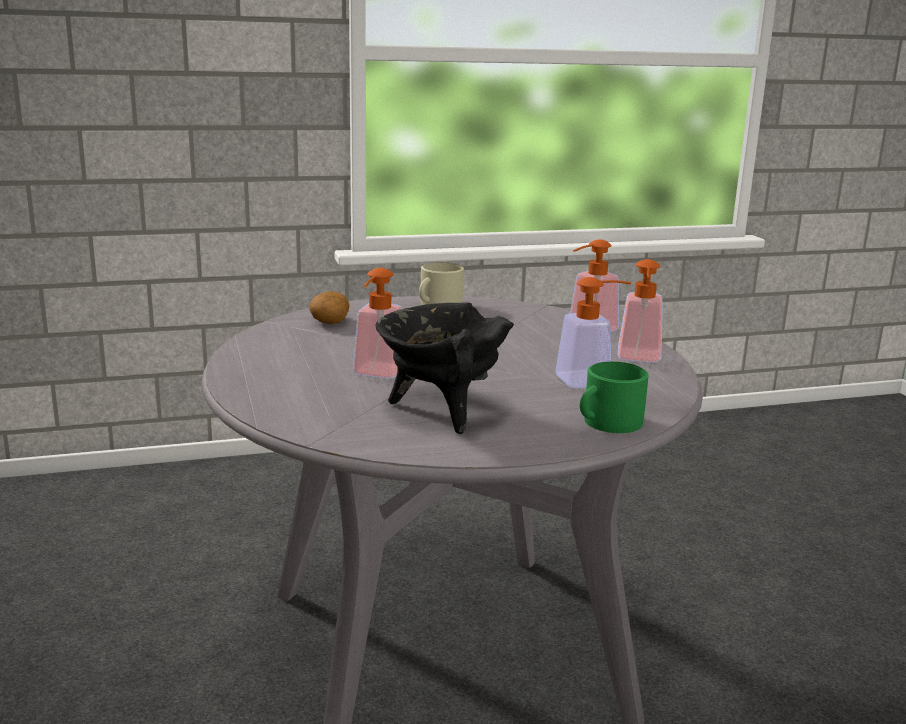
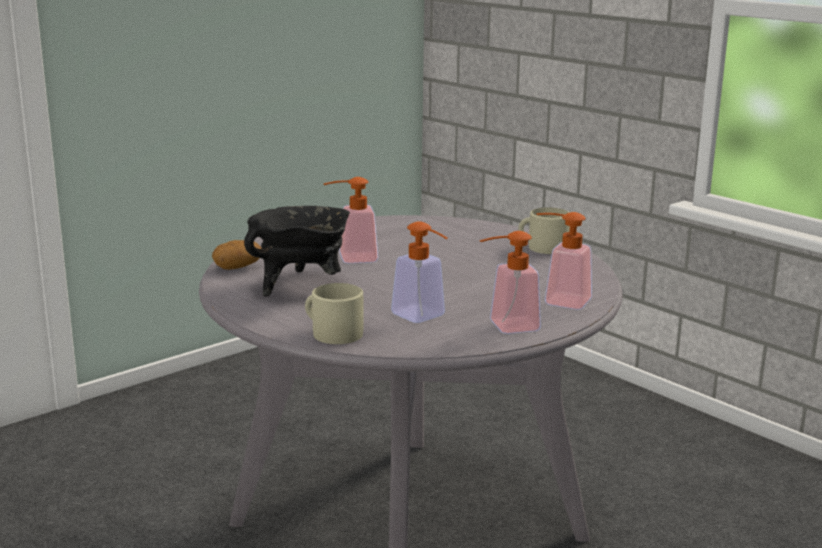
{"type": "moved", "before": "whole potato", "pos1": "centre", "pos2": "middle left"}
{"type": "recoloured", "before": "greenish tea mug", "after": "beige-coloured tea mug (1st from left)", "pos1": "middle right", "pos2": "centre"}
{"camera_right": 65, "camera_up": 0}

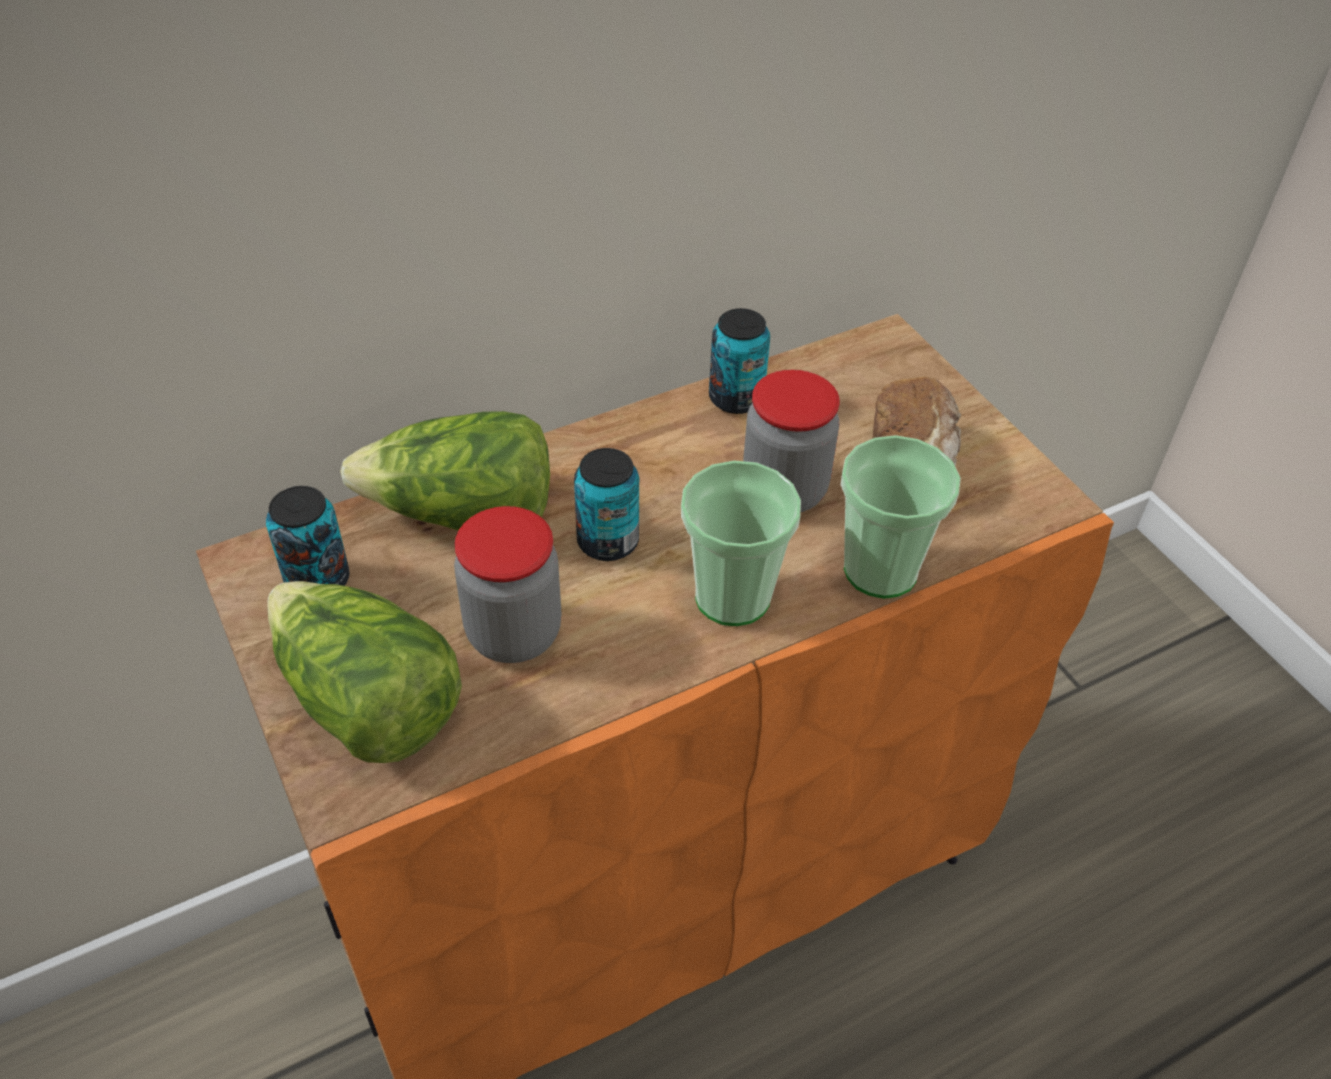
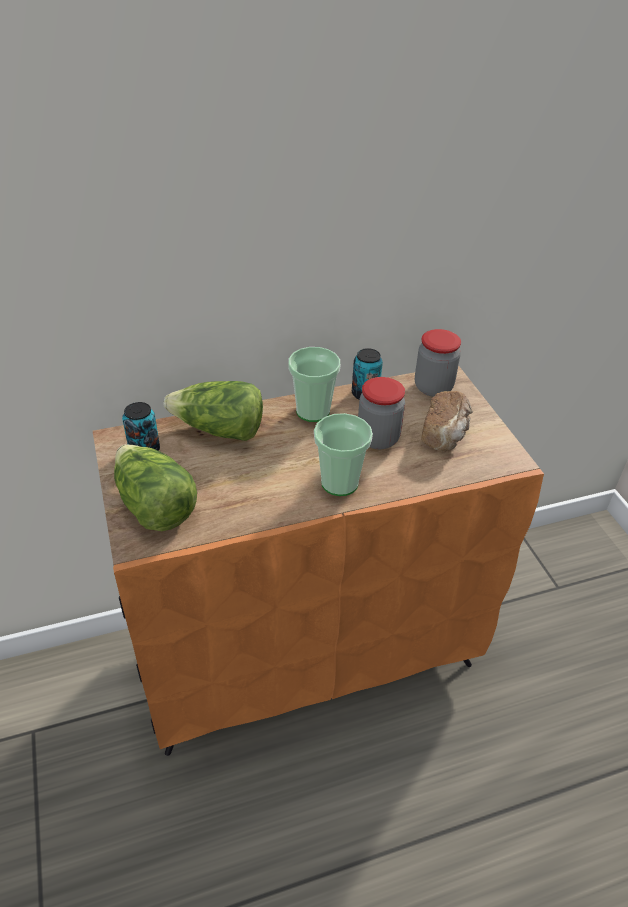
{"type": "moved", "before": "small cup (2nd from left in the first image)", "after": "small cup (1st from left)", "pos1": "middle right", "pos2": "centre"}
{"type": "removed", "before": "sealed can (2nd from left)", "pos1": "centre"}
{"type": "moved", "before": "preserve jar (1st from left in the first image)", "after": "preserve jar (2nd from left)", "pos1": "centre", "pos2": "middle right"}
{"camera_right": 10, "camera_up": -5}

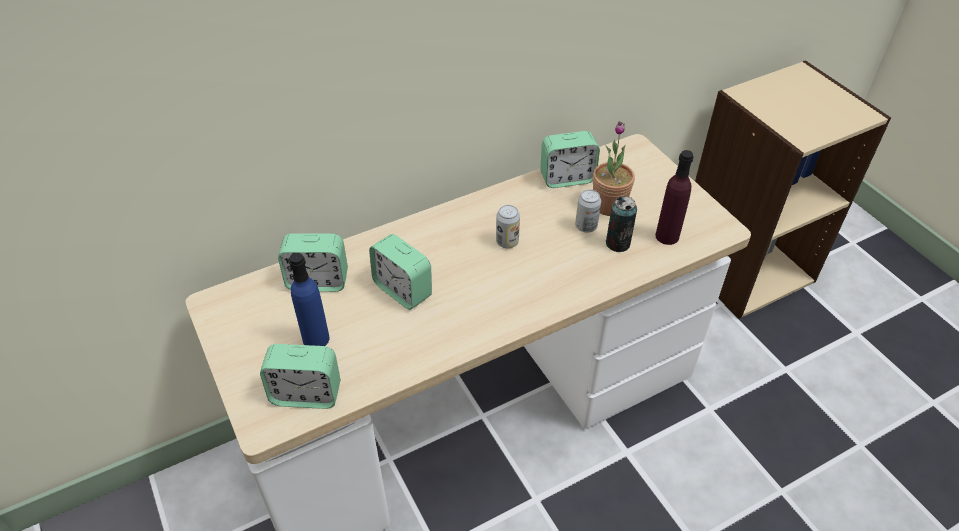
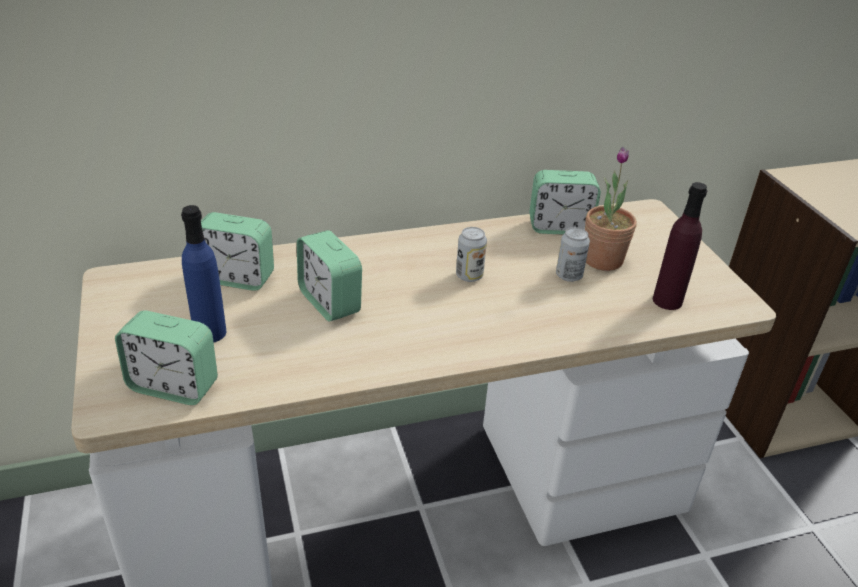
{"type": "removed", "before": "sealed can (3rd from left)", "pos1": "centre"}
{"camera_right": 10, "camera_up": -10}

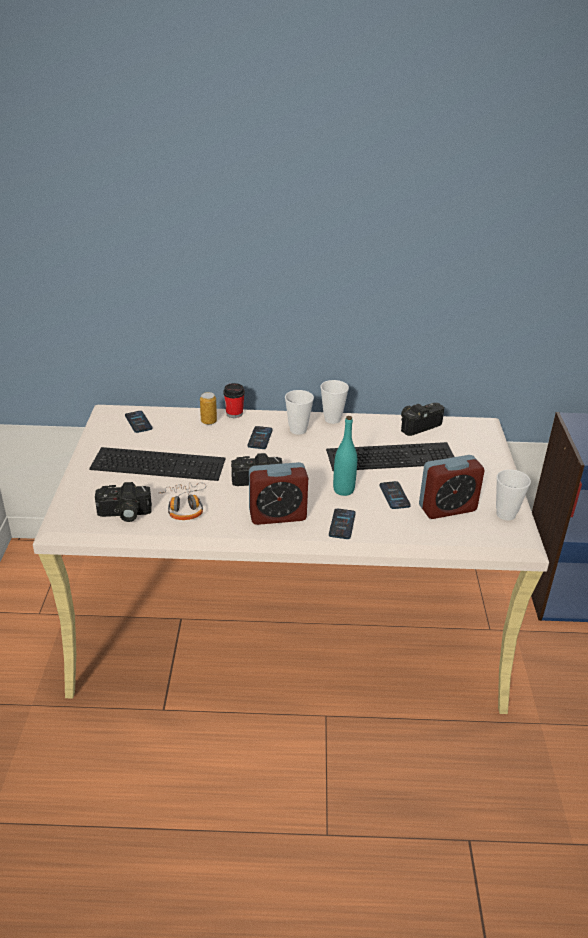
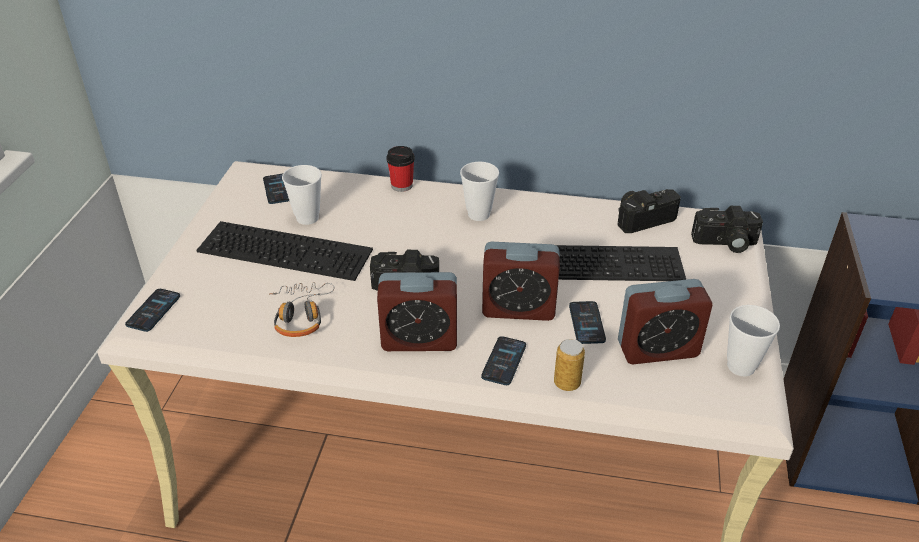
{"type": "moved", "before": "small cup (3rd from left in the first image)", "after": "small cup (1st from left)", "pos1": "centre", "pos2": "middle left"}
{"type": "moved", "before": "sealed can", "pos1": "centre", "pos2": "bottom centre"}
{"type": "replaced", "before": "turquoise-coloured drink bottle", "after": "alarm clock (2nd from left)", "pos1": "centre", "pos2": "centre"}
{"type": "moved", "before": "phone (2nd from left in the first image)", "after": "phone (1st from left)", "pos1": "centre", "pos2": "middle left"}
{"type": "moved", "before": "still camera (1st from left in the first image)", "after": "still camera (3rd from left)", "pos1": "middle left", "pos2": "middle right"}
{"camera_right": 10, "camera_up": 5}

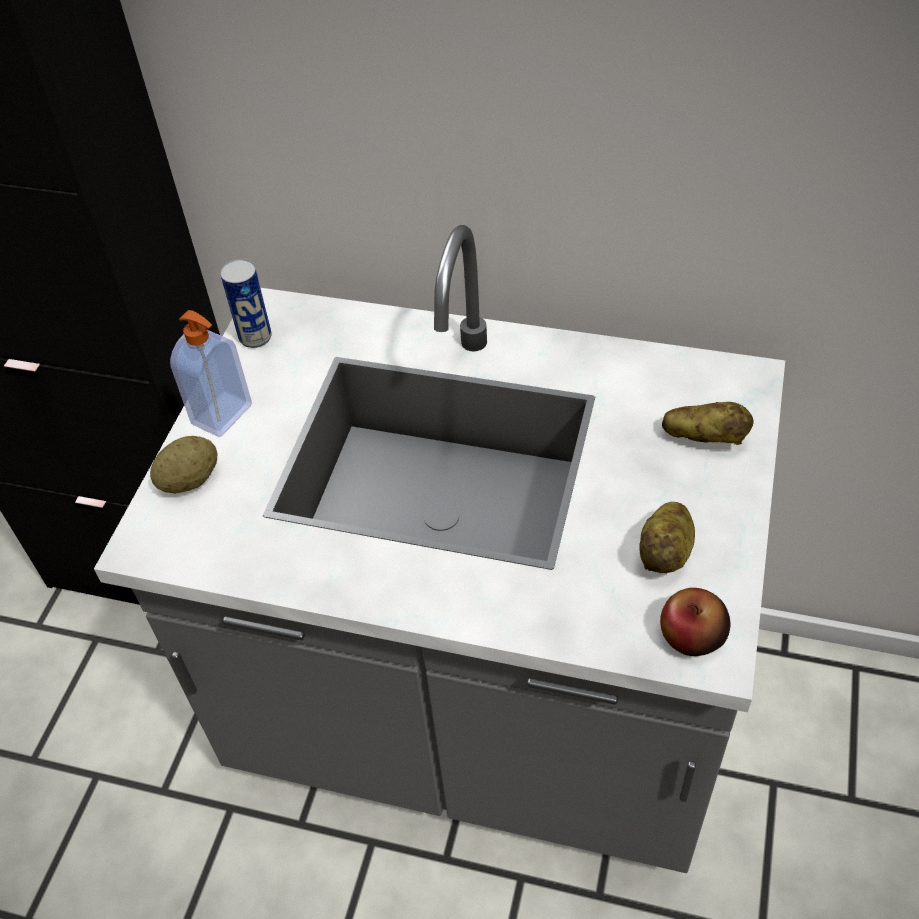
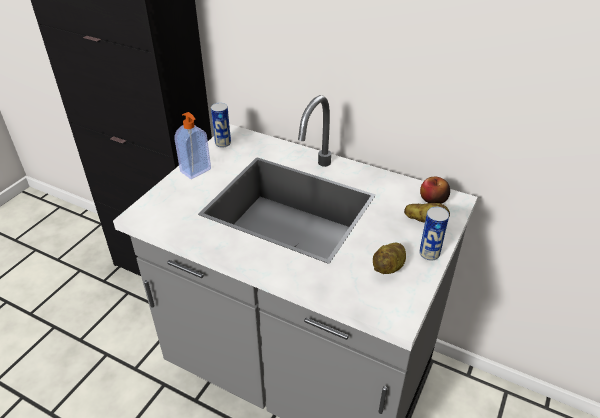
{"type": "removed", "before": "whole potato (1st from left)", "pos1": "middle left"}
{"type": "moved", "before": "whole apple", "pos1": "bottom right", "pos2": "middle right"}
{"type": "added", "after": "sealed can (2nd from left)", "pos2": "middle right"}
{"camera_right": 10, "camera_up": -10}

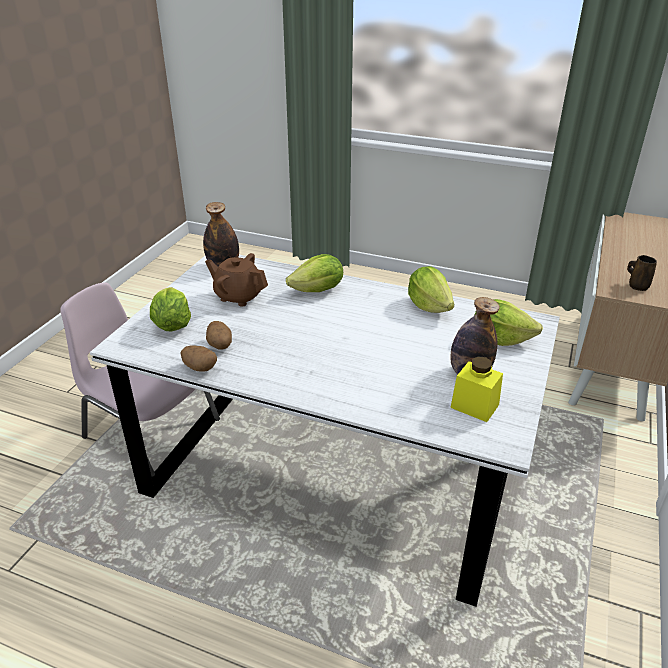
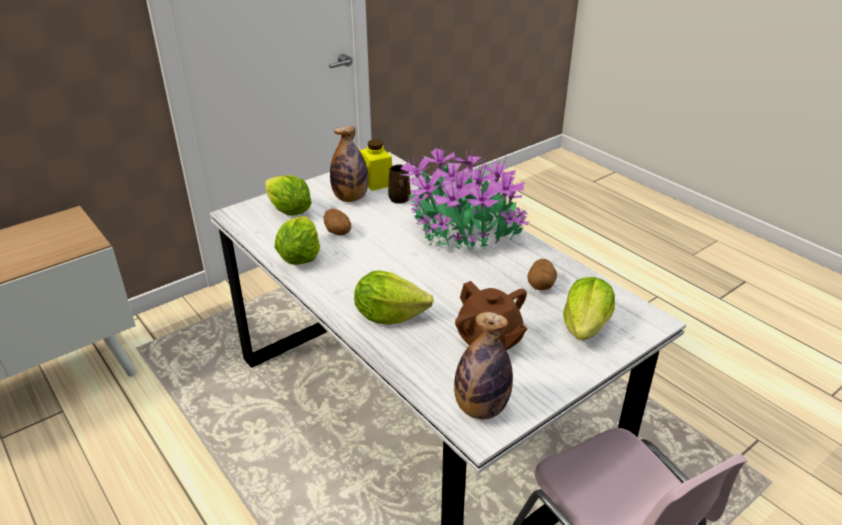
{"type": "moved", "before": "brownish tea mug", "pos1": "middle right", "pos2": "centre"}
{"type": "moved", "before": "whole potato (1st from left)", "pos1": "middle left", "pos2": "centre"}
{"type": "added", "after": "houseplant", "pos2": "centre"}
{"camera_right": -150, "camera_up": 0}

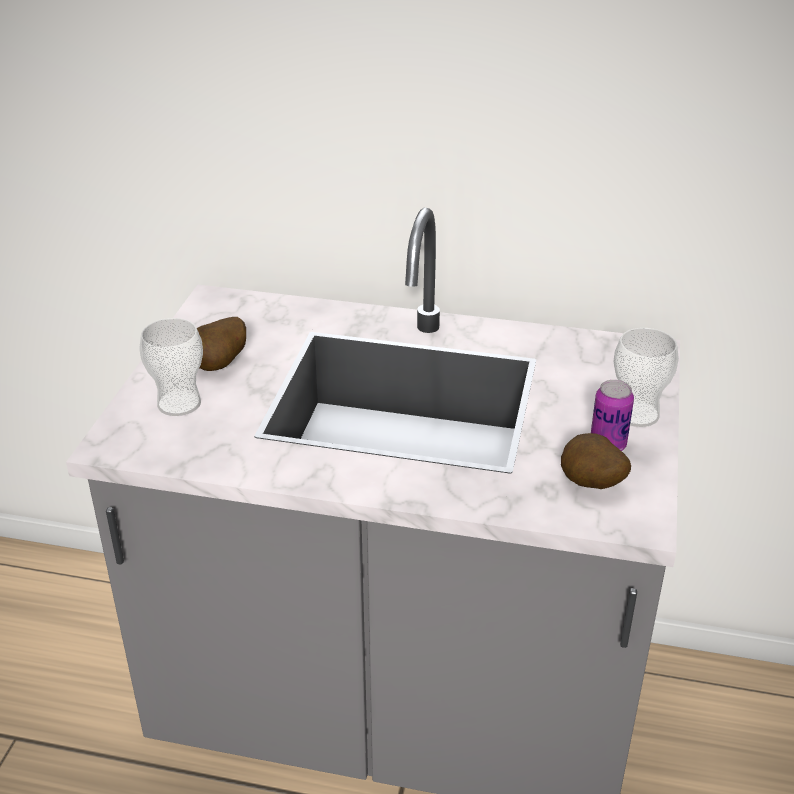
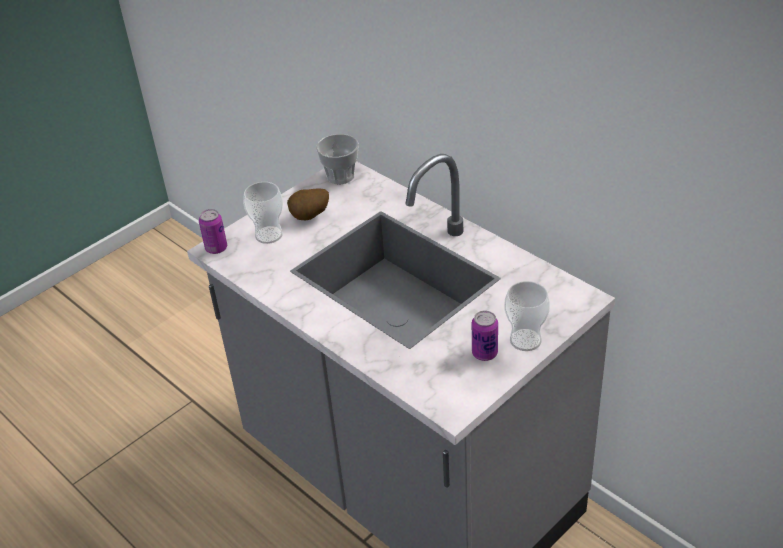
{"type": "removed", "before": "whole potato (2nd from left)", "pos1": "middle right"}
{"type": "added", "after": "small cup (2nd from left)", "pos2": "top centre"}
{"type": "added", "after": "sealed can (1st from left)", "pos2": "middle left"}
{"camera_right": 35, "camera_up": 5}

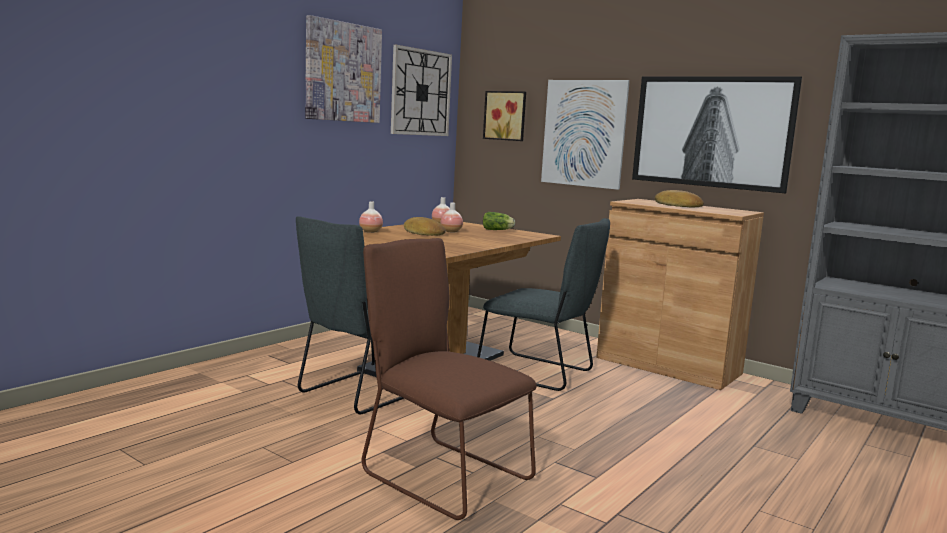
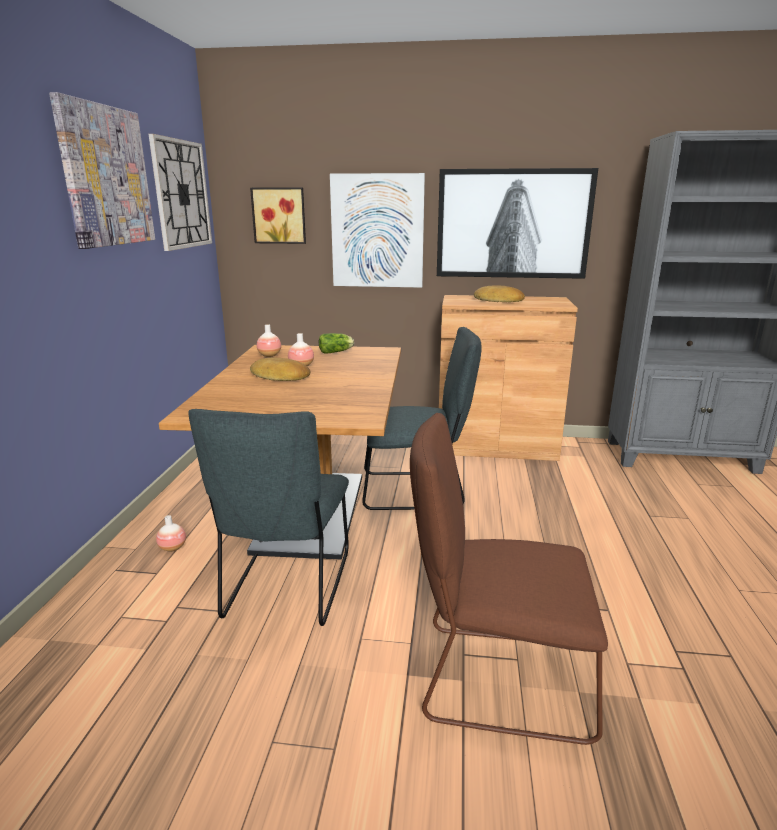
{"type": "moved", "before": "decorative vase (1st from left)", "pos1": "centre", "pos2": "middle left"}
{"camera_right": -30, "camera_up": 10}

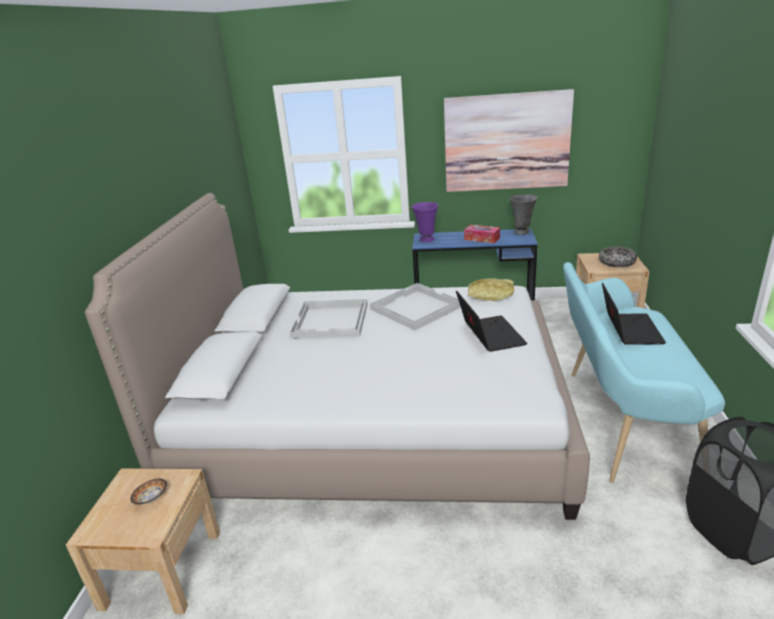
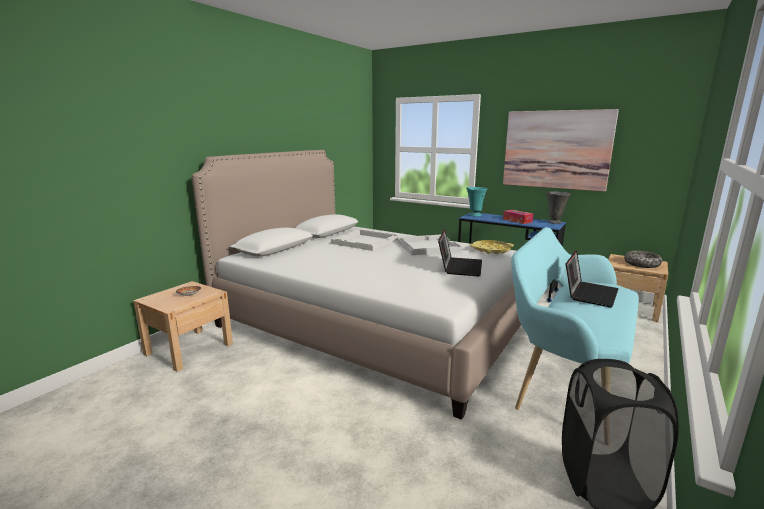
{"type": "recoloured", "before": "purple decorative vase", "after": "turquoise-coloured decorative vase", "pos1": "centre", "pos2": "centre"}
{"camera_right": 25, "camera_up": -10}

